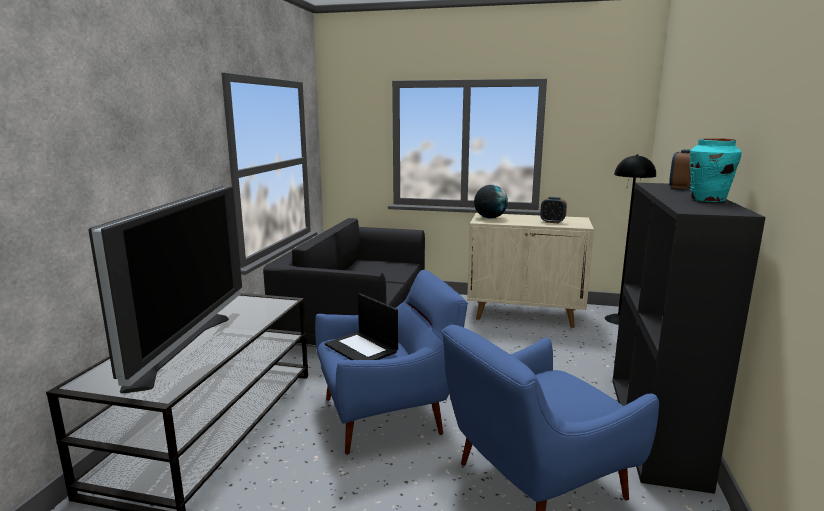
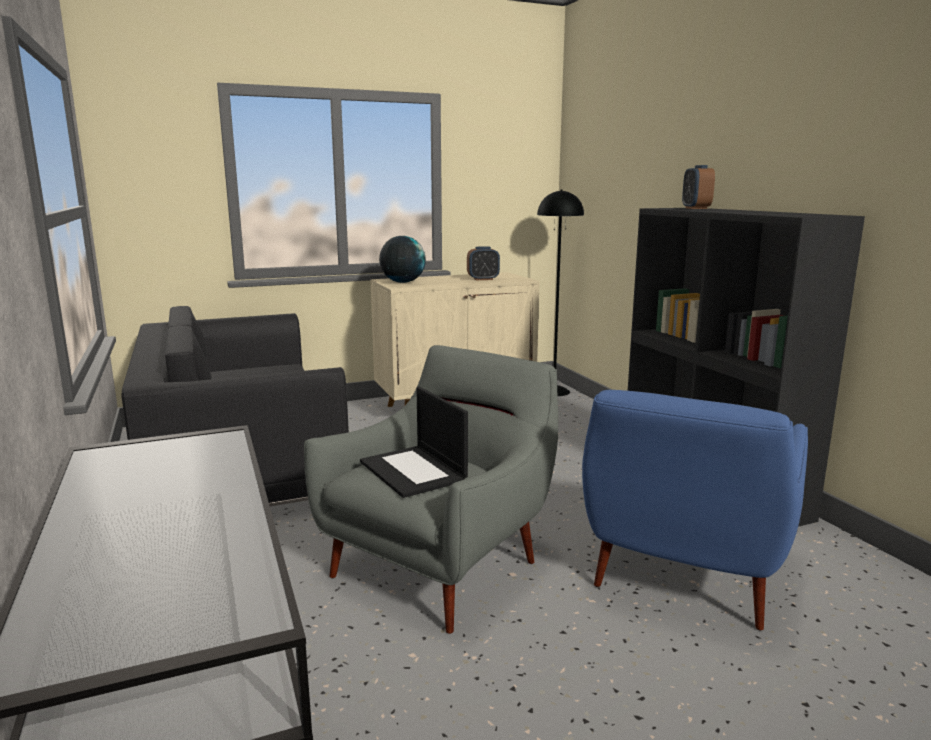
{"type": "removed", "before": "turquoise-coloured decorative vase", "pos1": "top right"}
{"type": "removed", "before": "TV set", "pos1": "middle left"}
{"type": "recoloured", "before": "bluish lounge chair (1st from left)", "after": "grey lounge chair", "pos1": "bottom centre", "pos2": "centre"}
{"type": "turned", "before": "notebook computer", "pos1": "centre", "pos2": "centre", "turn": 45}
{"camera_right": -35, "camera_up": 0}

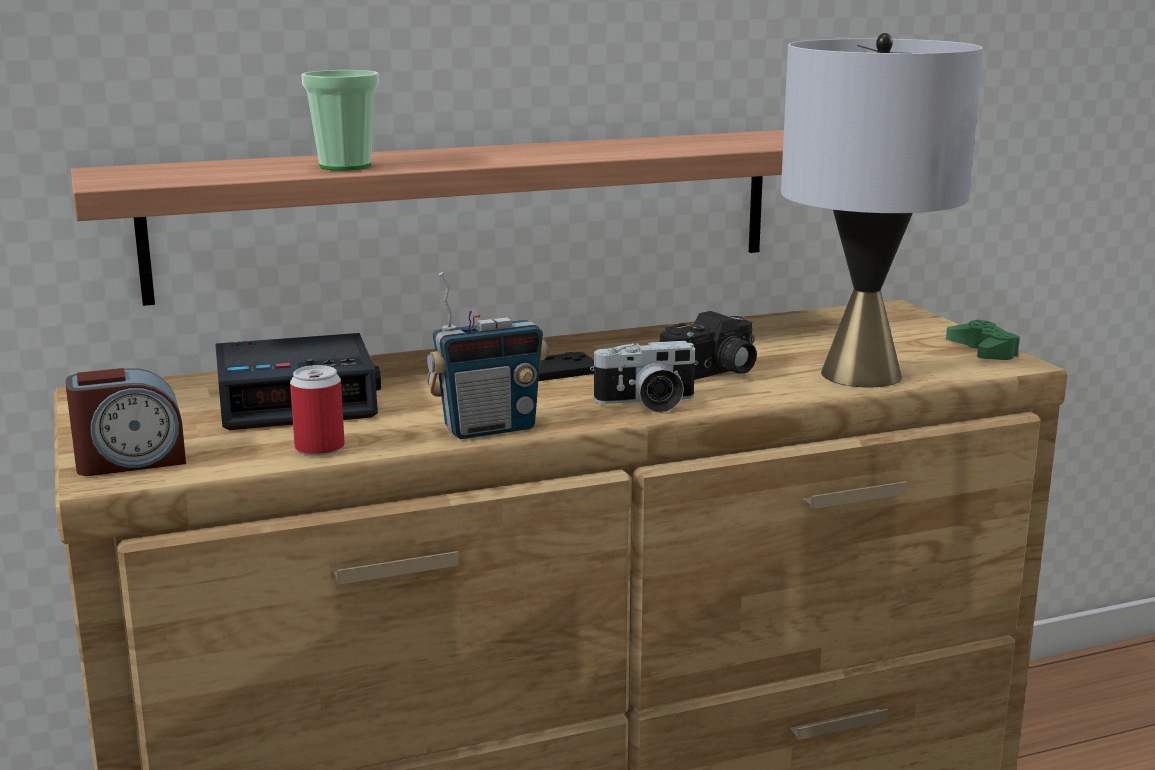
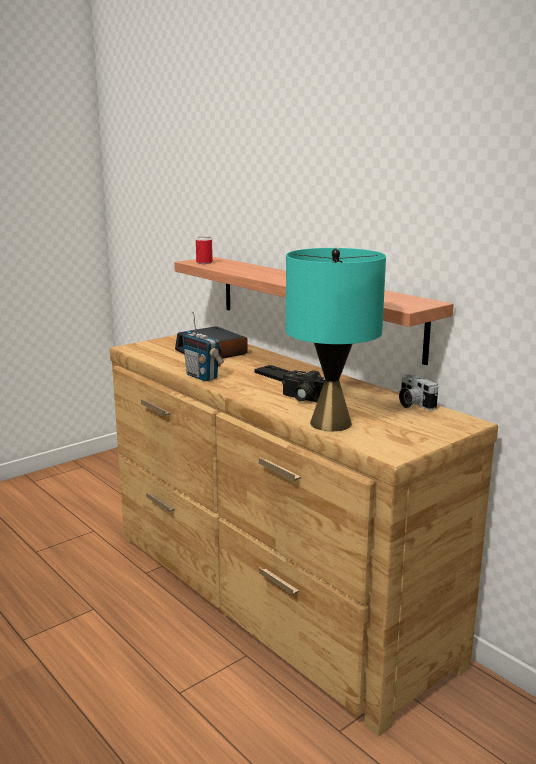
{"type": "recoloured", "before": "grey table lamp", "after": "turquoise-coloured table lamp", "pos1": "top right", "pos2": "centre"}
{"type": "removed", "before": "small cup", "pos1": "top left"}
{"type": "removed", "before": "greenish gamepad", "pos1": "middle right"}
{"type": "moved", "before": "still camera (1st from left in the first image)", "after": "still camera (2nd from left)", "pos1": "centre", "pos2": "middle right"}
{"type": "moved", "before": "sealed can", "pos1": "middle left", "pos2": "top centre"}
{"type": "removed", "before": "alarm clock (1st from left)", "pos1": "middle left"}
{"camera_right": 70, "camera_up": 0}

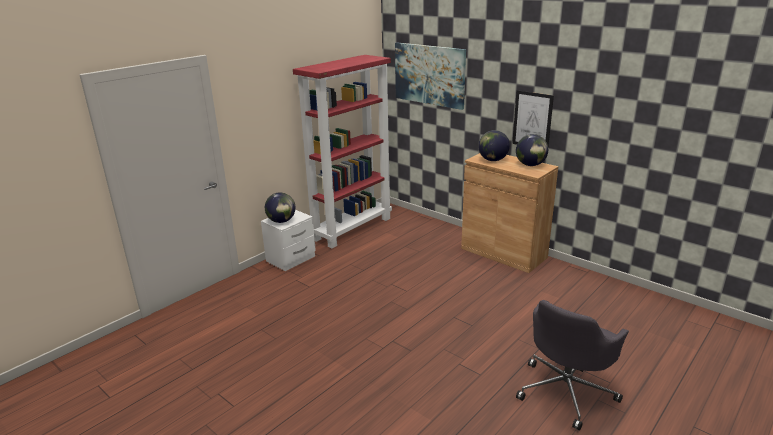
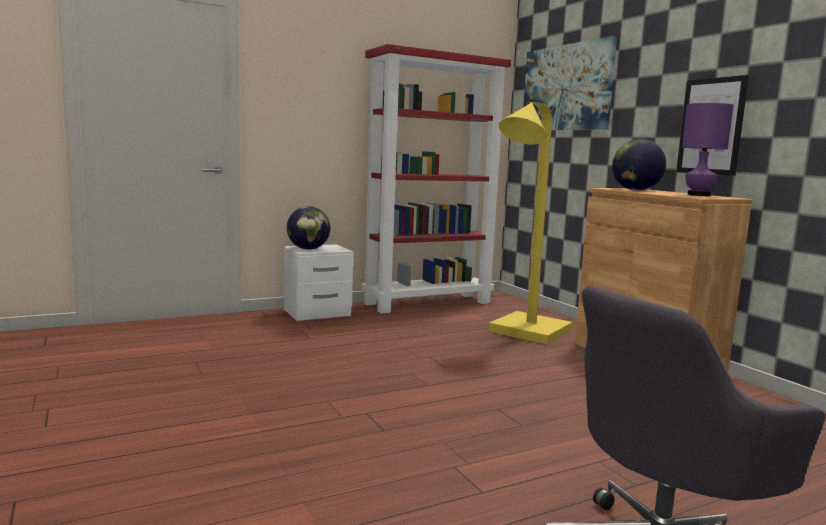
{"type": "replaced", "before": "desk globe (3rd from left)", "after": "purple table lamp", "pos1": "middle right", "pos2": "top right"}
{"type": "added", "after": "yellowish standing lamp", "pos2": "centre"}
{"camera_right": 20, "camera_up": -15}

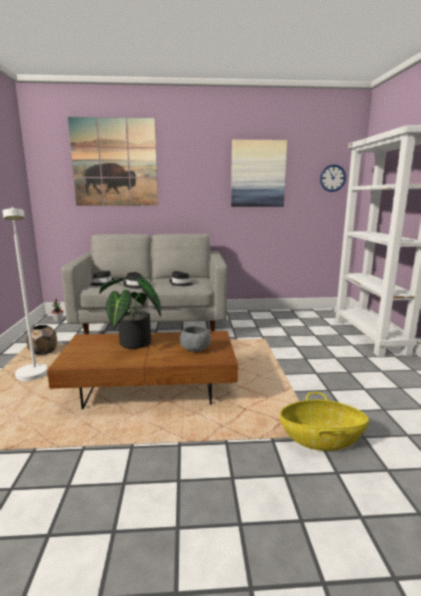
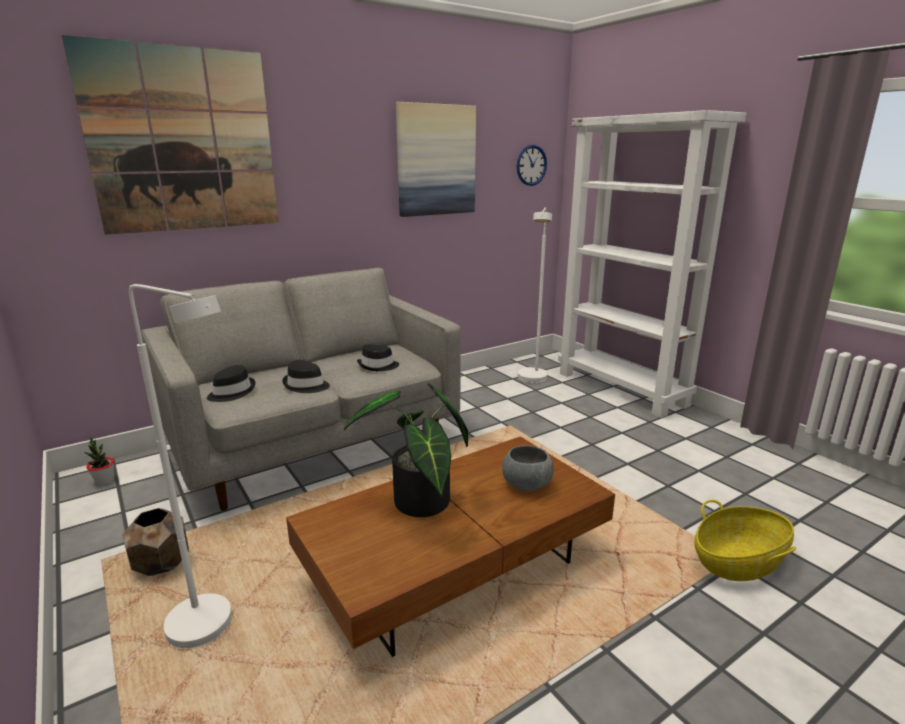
{"type": "added", "after": "white-coloured standing lamp (2nd from left)", "pos2": "centre"}
{"camera_right": -30, "camera_up": 5}

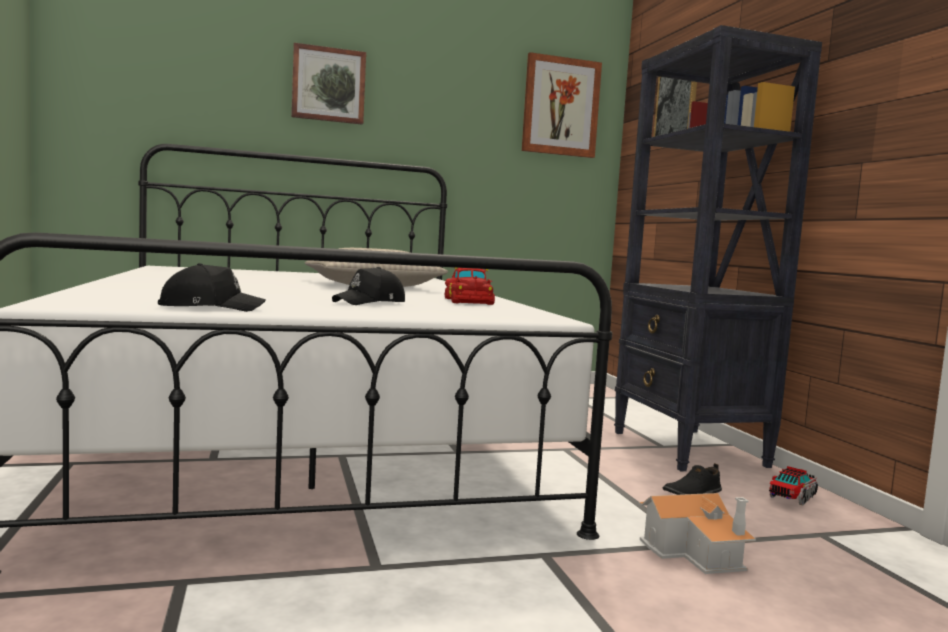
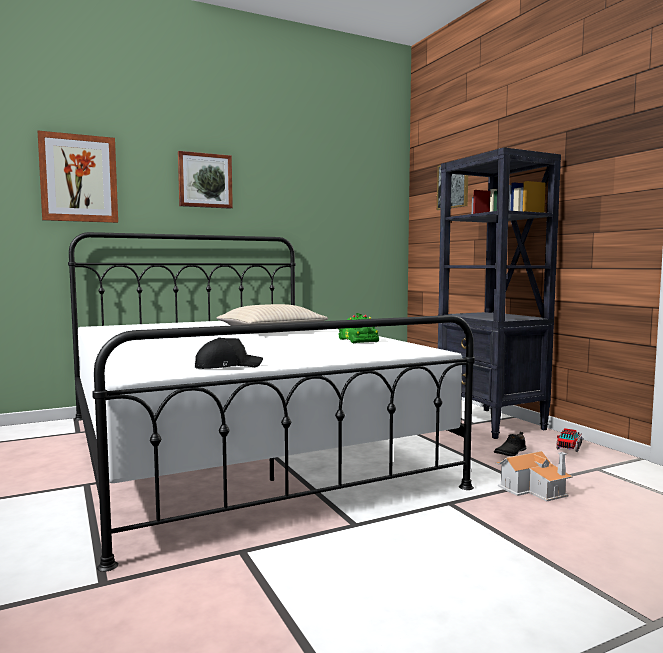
{"type": "moved", "before": "picture (2nd from left in the first image)", "after": "picture (1st from left)", "pos1": "top centre", "pos2": "top left"}
{"type": "removed", "before": "black peaked cap (2nd from left)", "pos1": "centre"}
{"type": "recoloured", "before": "red miniature car", "after": "greenish miniature car", "pos1": "centre", "pos2": "centre"}
{"camera_right": -10, "camera_up": 0}

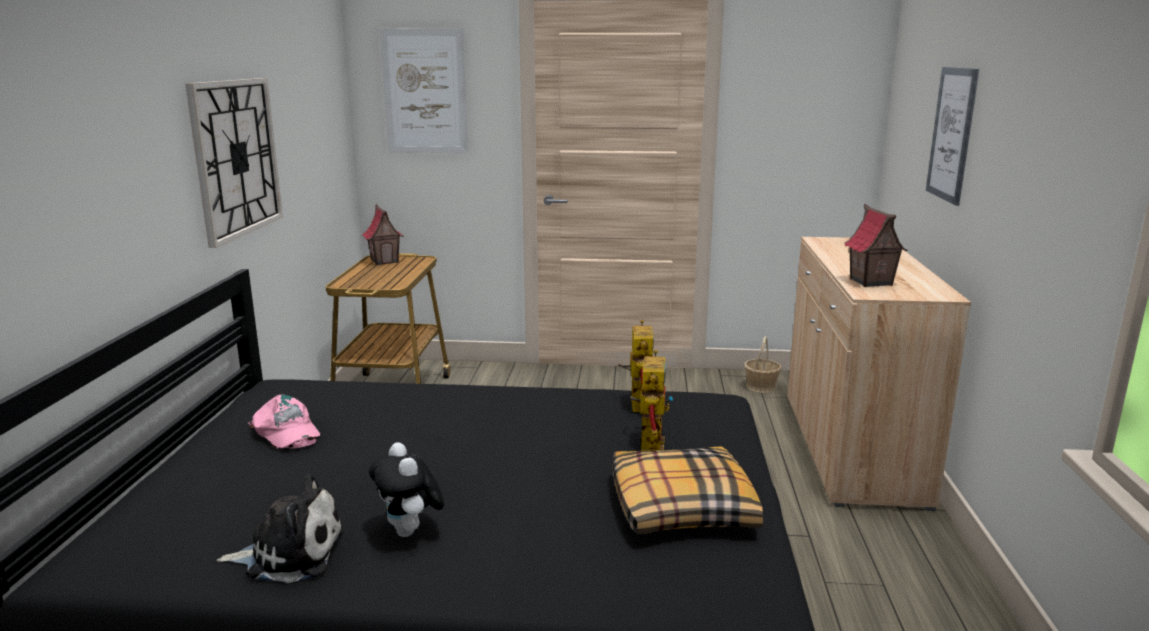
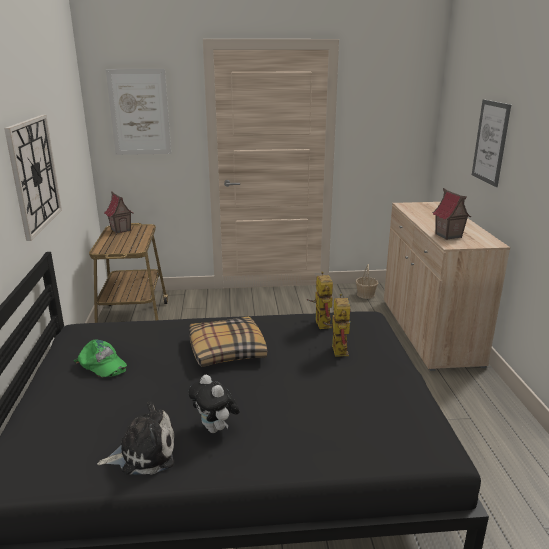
{"type": "recoloured", "before": "pinkish peaked cap", "after": "greenish peaked cap", "pos1": "bottom left", "pos2": "middle left"}
{"type": "moved", "before": "throw pillow", "pos1": "bottom centre", "pos2": "centre"}
{"camera_right": -10, "camera_up": 5}

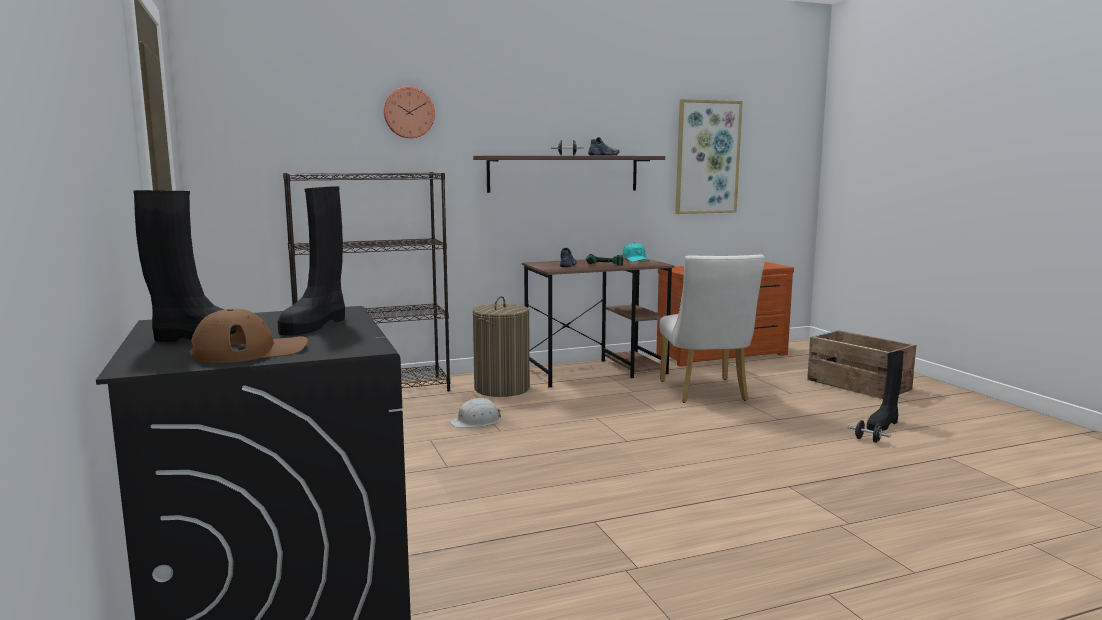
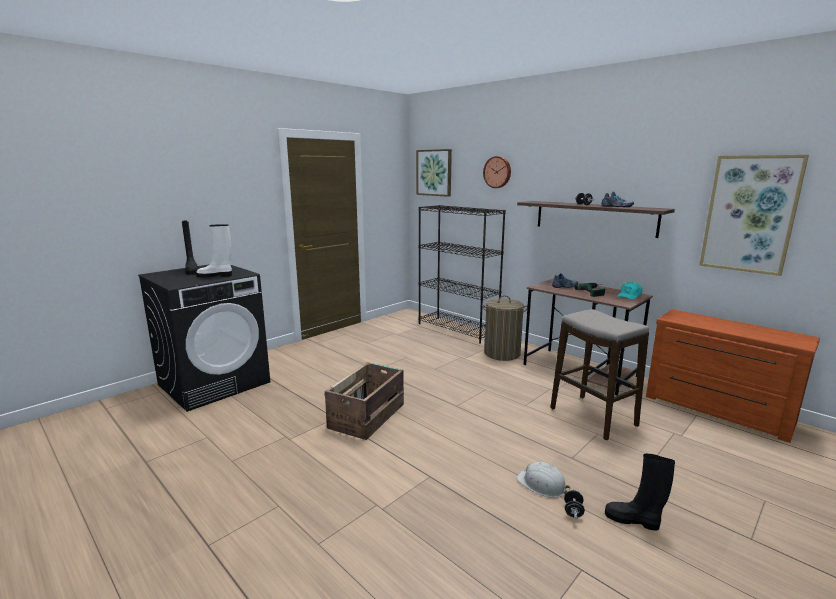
{"type": "recoloured", "before": "black tall boot (2nd from left)", "after": "white-coloured tall boot", "pos1": "middle left", "pos2": "middle left"}
{"type": "replaced", "before": "white-coloured plain chair", "after": "stool seat", "pos1": "centre", "pos2": "middle right"}
{"type": "removed", "before": "brownish peaked cap", "pos1": "middle left"}
{"type": "moved", "before": "shipping crate", "pos1": "middle right", "pos2": "bottom centre"}
{"type": "moved", "before": "white-coloured work helmet", "pos1": "centre", "pos2": "bottom centre"}
{"type": "added", "after": "picture (1st from left)", "pos2": "top centre"}
{"camera_right": 65, "camera_up": 5}

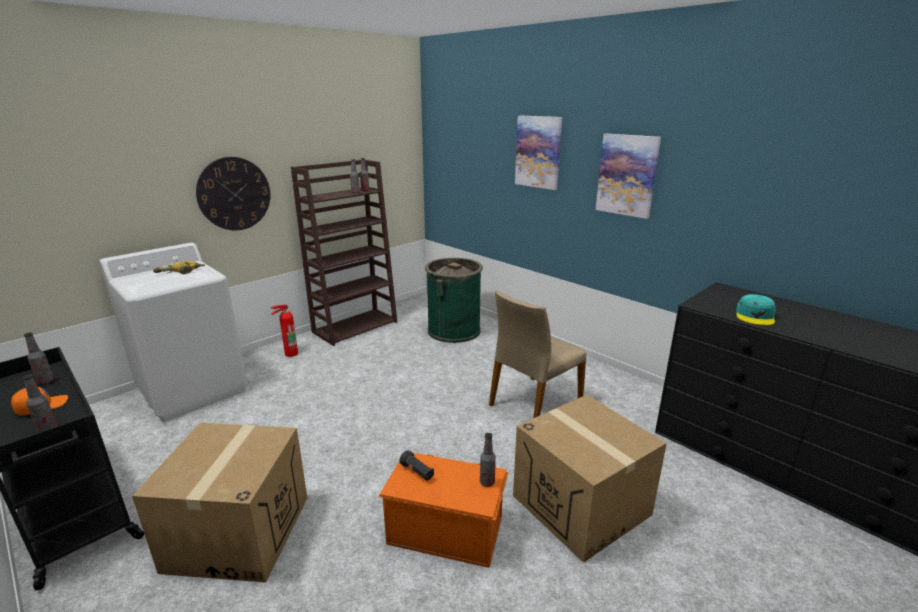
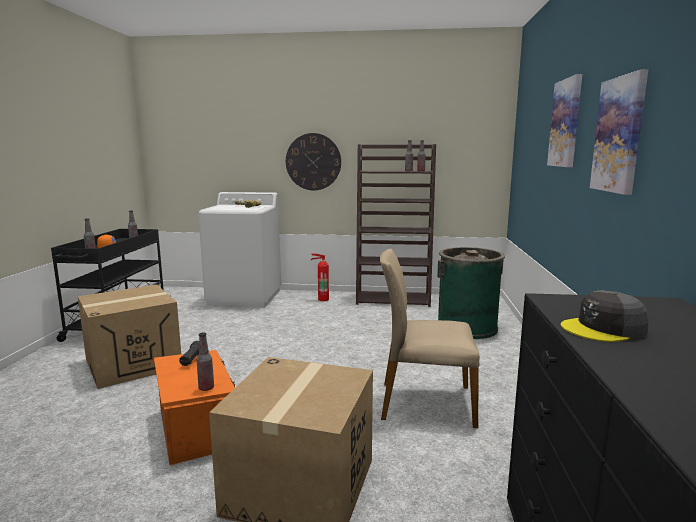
{"type": "recoloured", "before": "turquoise-coloured peaked cap", "after": "grey peaked cap", "pos1": "middle right", "pos2": "middle right"}
{"camera_right": 50, "camera_up": -10}

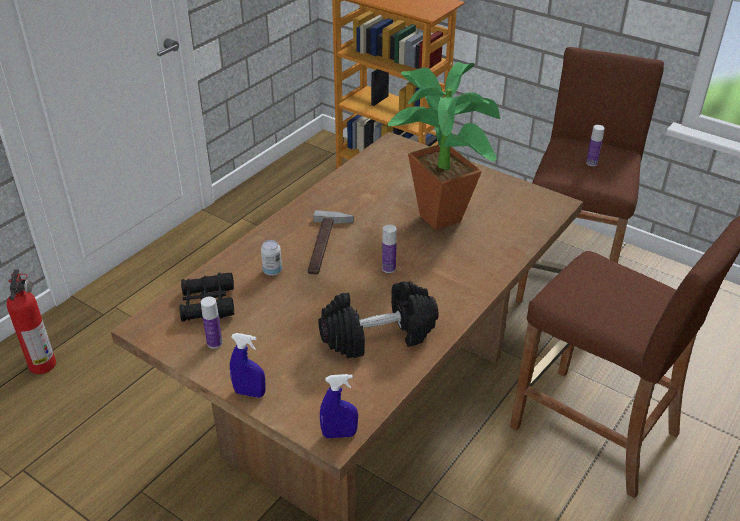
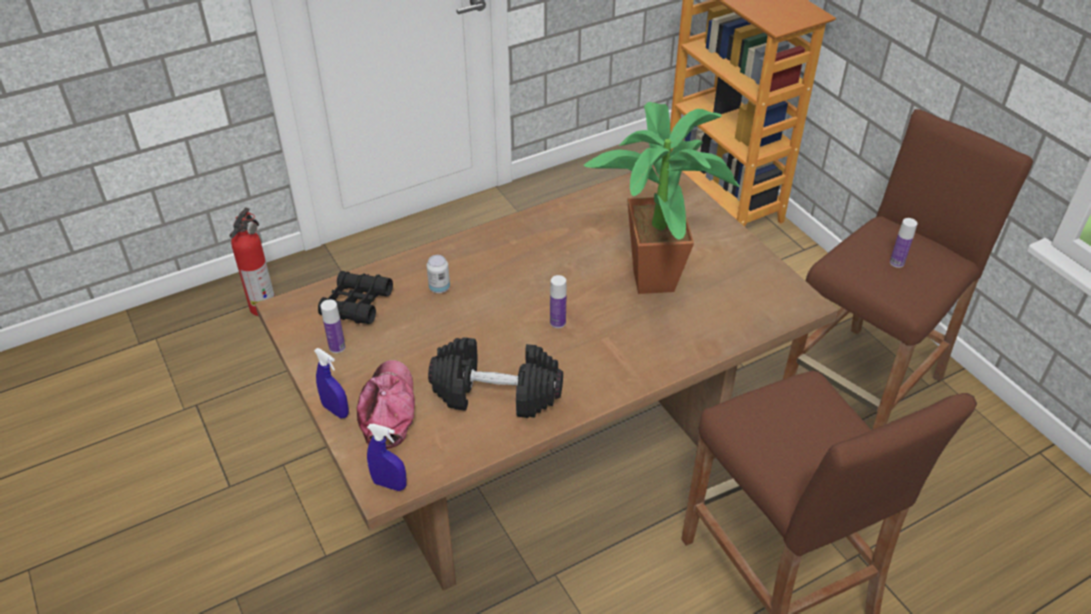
{"type": "removed", "before": "hand hammer", "pos1": "centre"}
{"type": "added", "after": "peaked cap", "pos2": "centre"}
{"camera_right": 25, "camera_up": 5}

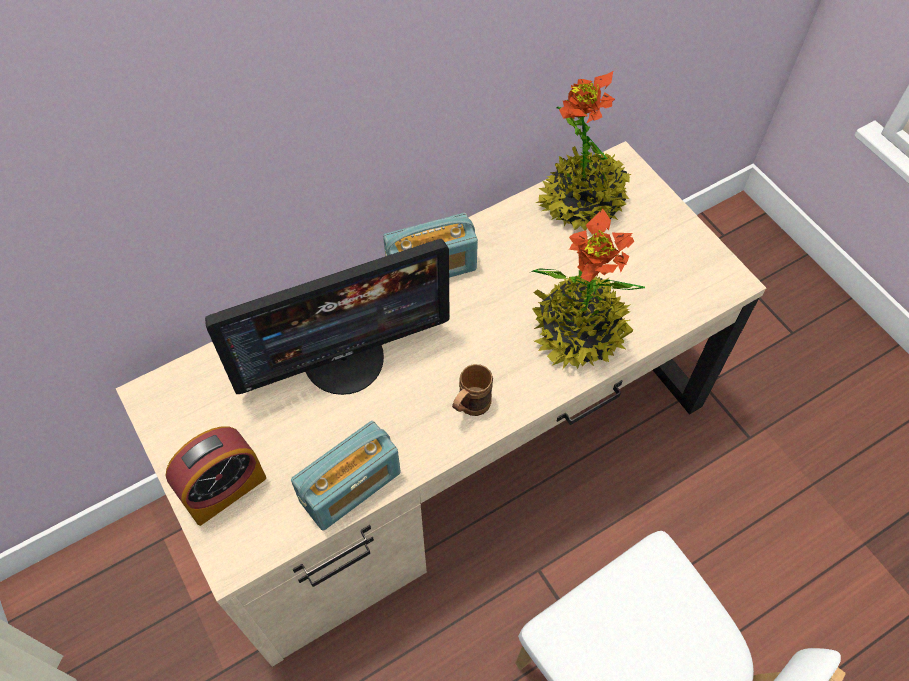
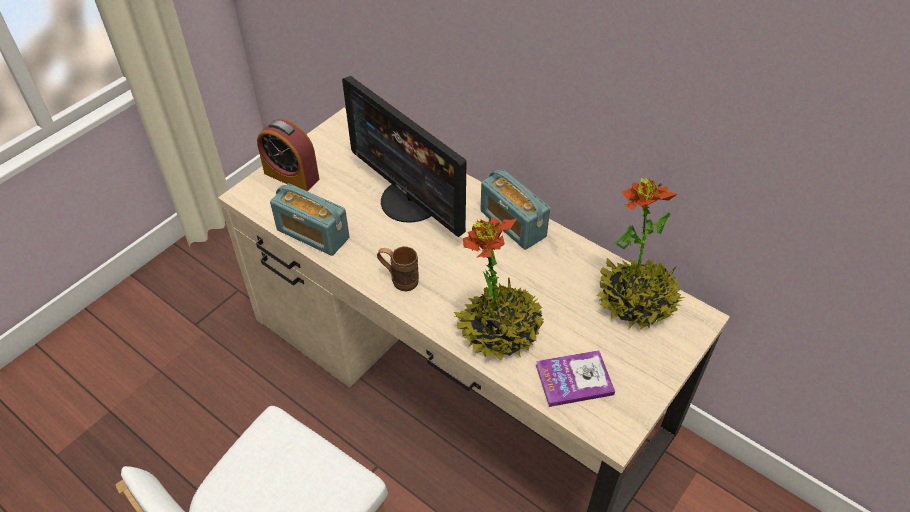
{"type": "added", "after": "bound book", "pos2": "bottom centre"}
{"camera_right": 70, "camera_up": -10}

